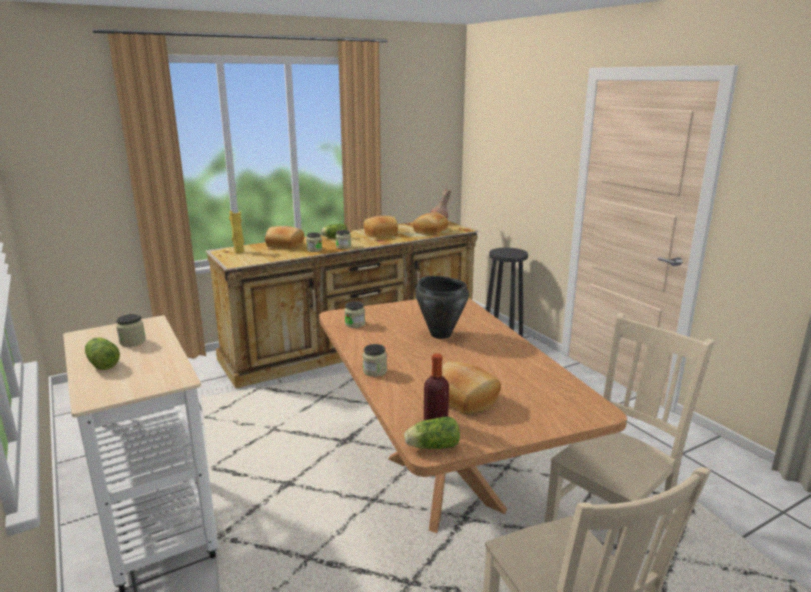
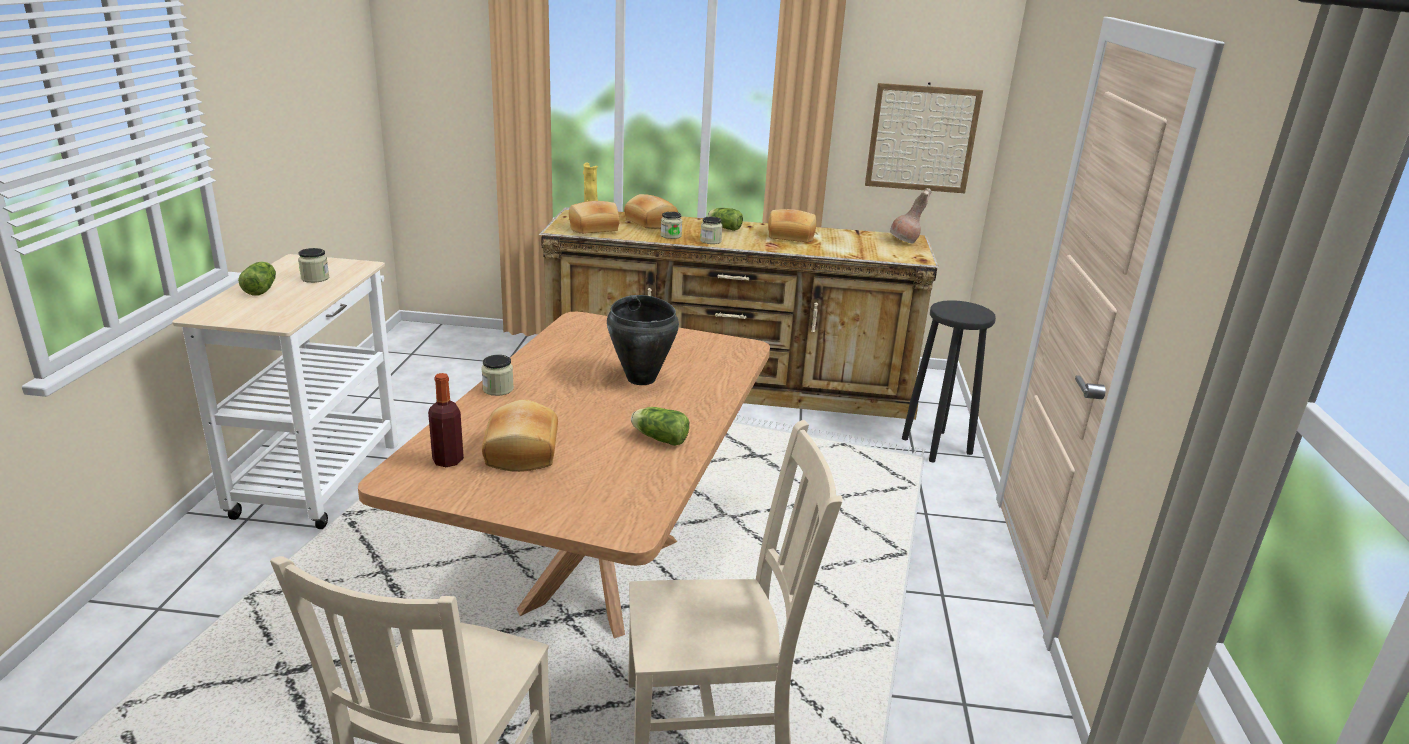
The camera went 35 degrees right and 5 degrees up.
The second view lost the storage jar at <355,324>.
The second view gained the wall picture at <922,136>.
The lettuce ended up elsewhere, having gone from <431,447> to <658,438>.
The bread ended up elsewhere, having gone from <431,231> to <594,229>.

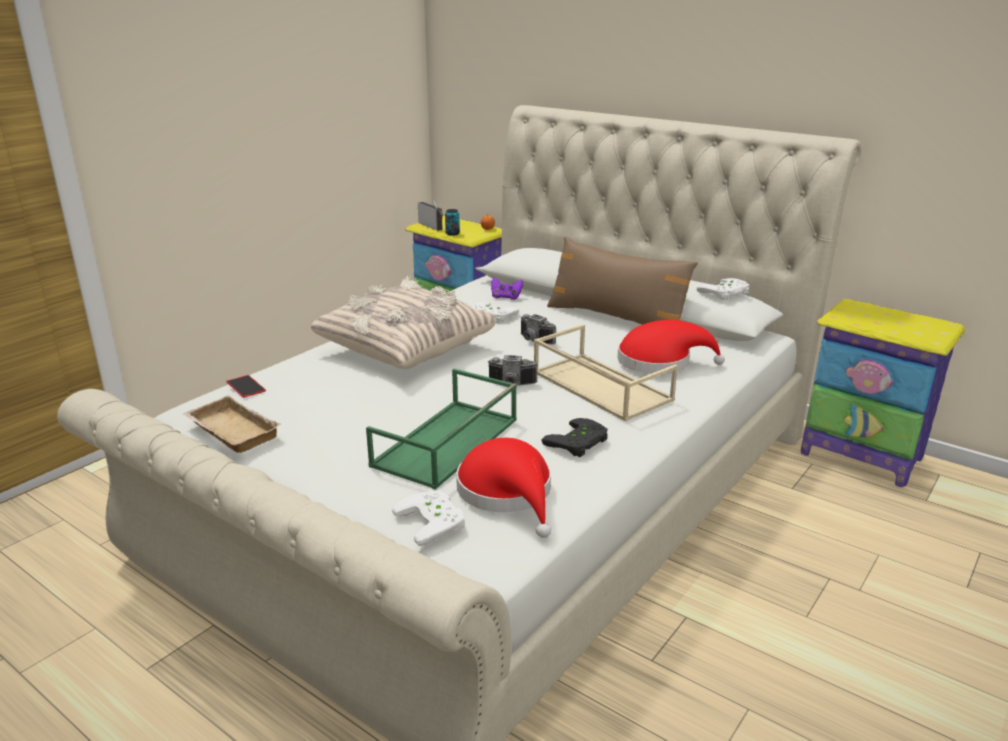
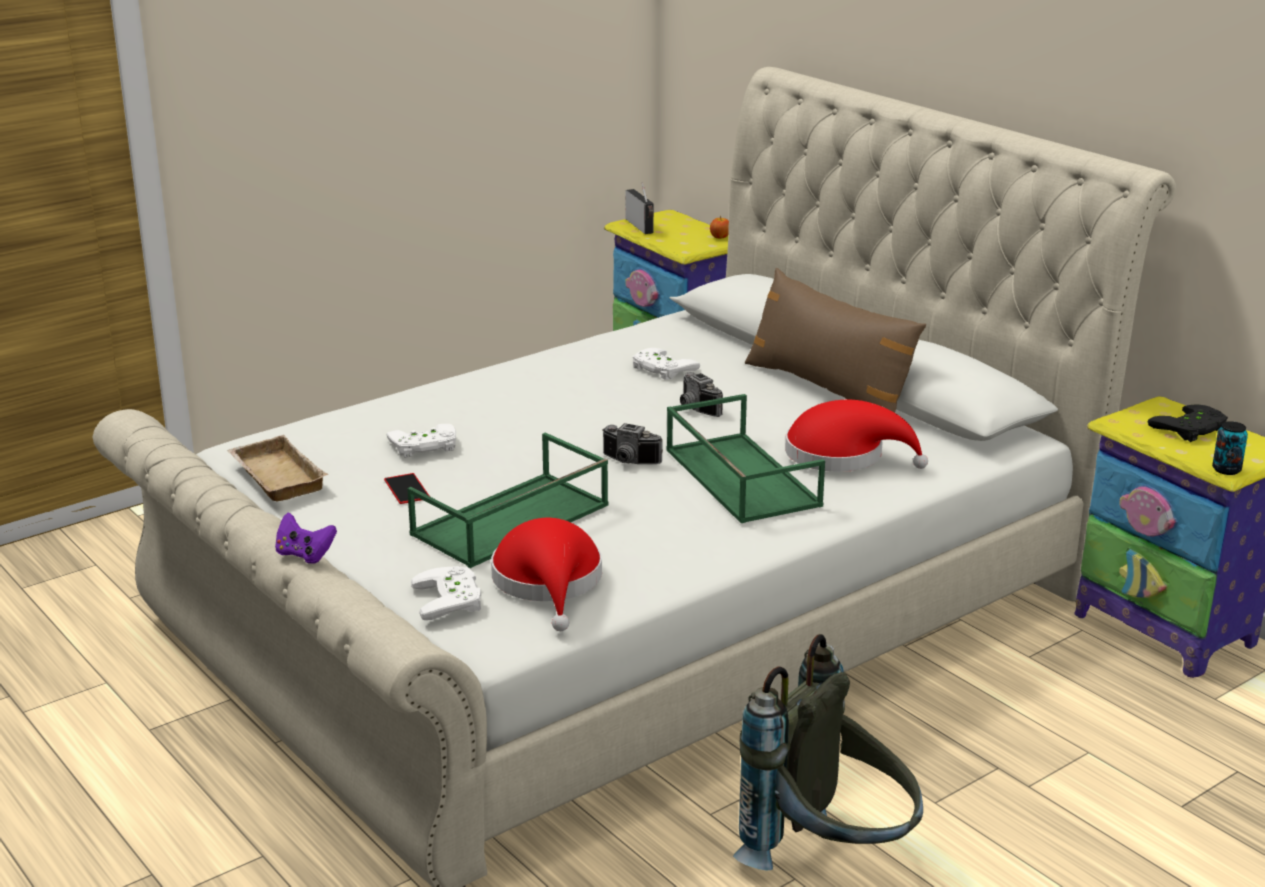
The camera went 15 degrees right and 0 degrees up.
The second view lost the sand-coloured pillow at <405,350>.
The second view gained the greyish knapsack at <830,858>.
The telephone ended up elsewhere, having gone from <245,386> to <406,489>.
The can ended up elsewhere, having gone from <452,234> to <1226,469>.
The purplish game controller ended up elsewhere, having gone from <506,297> to <304,555>.
The blackish game controller ended up elsewhere, having gone from <579,443> to <1192,429>.
The white-coloured game controller ended up elsewhere, having gone from <726,293> to <424,446>.
What was the sand-coloured tray at <599,386> turned into the greenish tray at <739,477>.

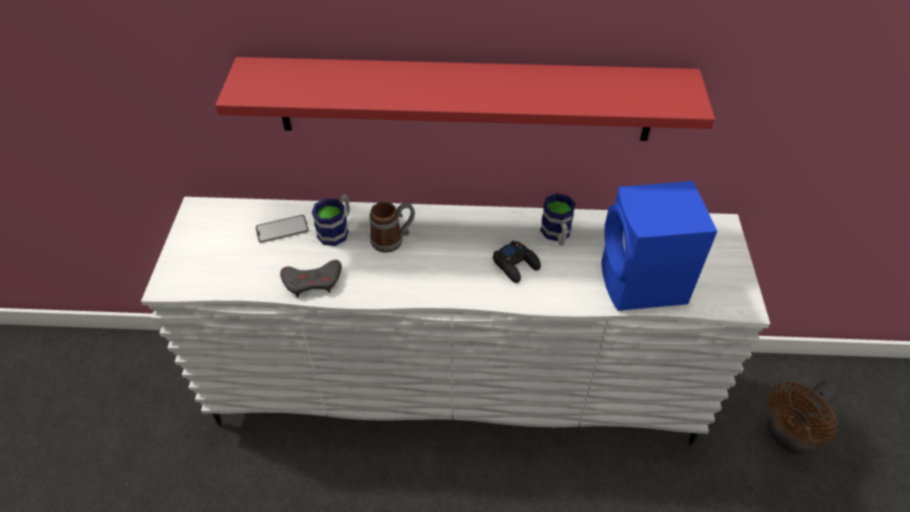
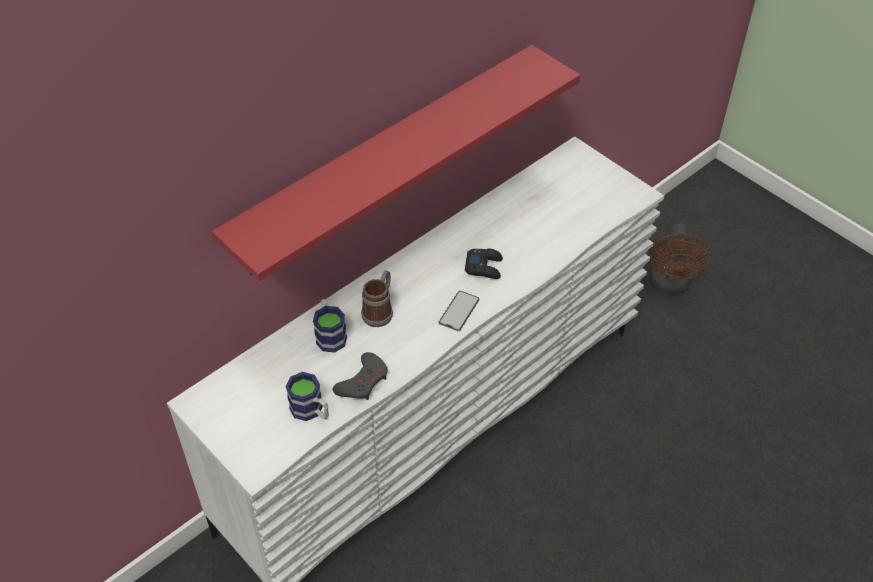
The camera went 45 degrees left and 0 degrees up.
The second view lost the blue loudspeaker at <642,285>.
The telephone ended up elsewhere, having gone from <282,229> to <459,311>.
The tea mug ended up elsewhere, having gone from <557,235> to <311,411>.

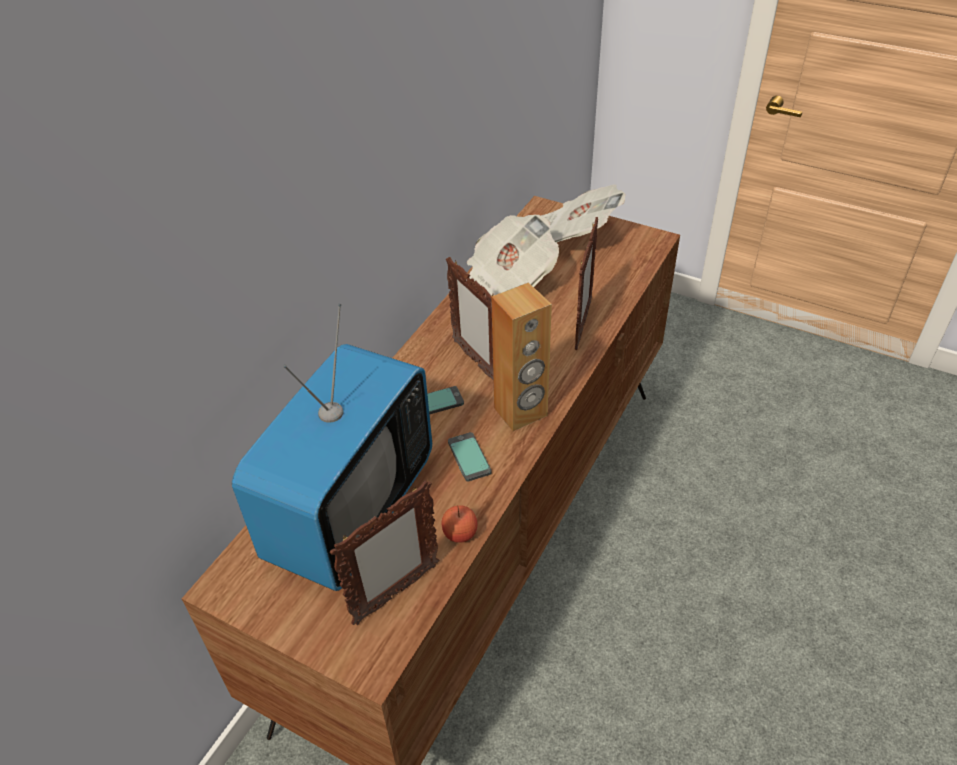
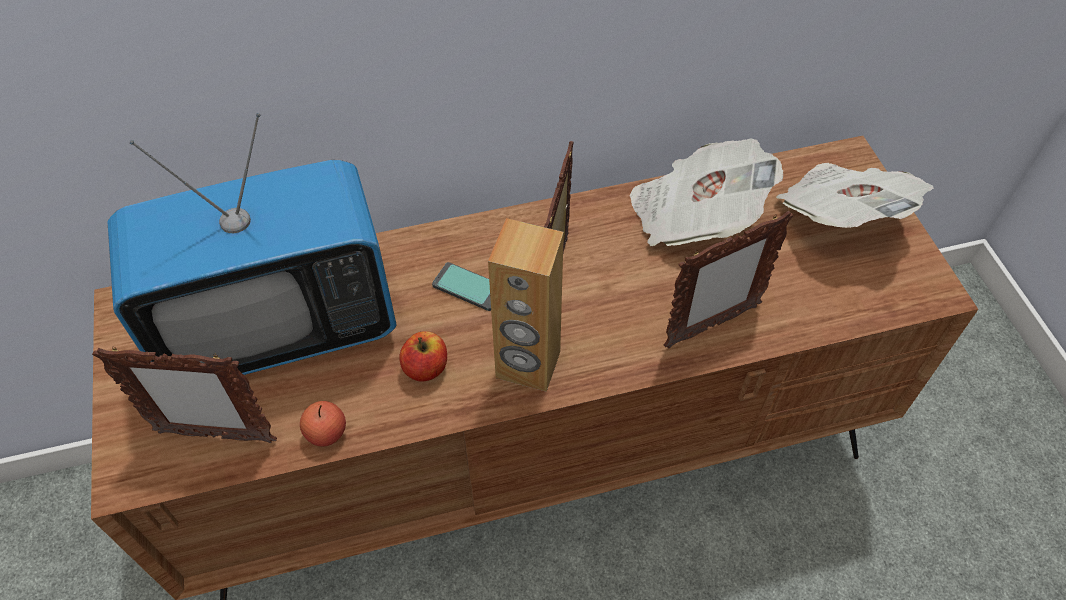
The camera went 45 degrees right and 10 degrees up.
Where the telephone stood at <469,457>, the apple fruit came to stand at <426,367>.

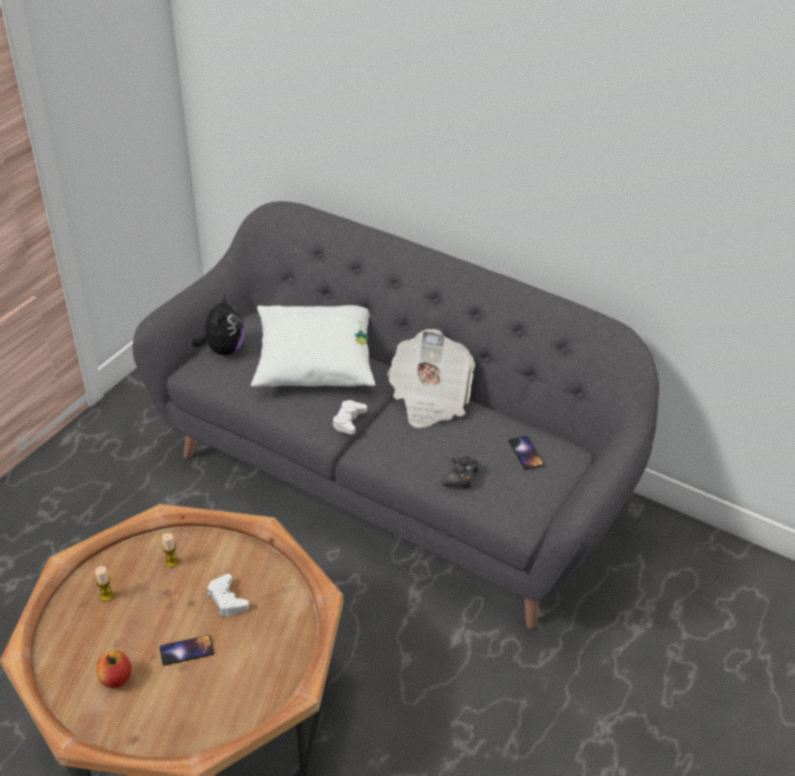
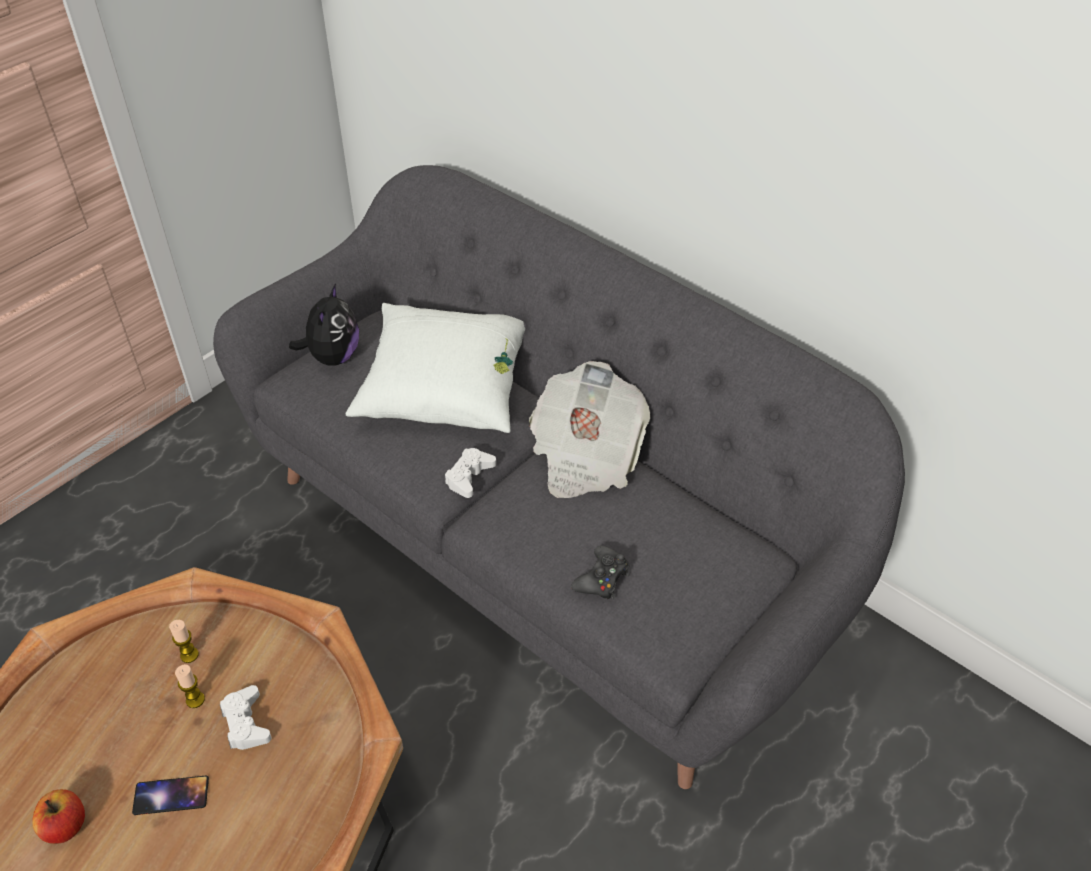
The camera went 10 degrees right and 5 degrees up.
The second view lost the telephone at <526,453>.
The wax light ended up elsewhere, having gone from <106,596> to <195,700>.

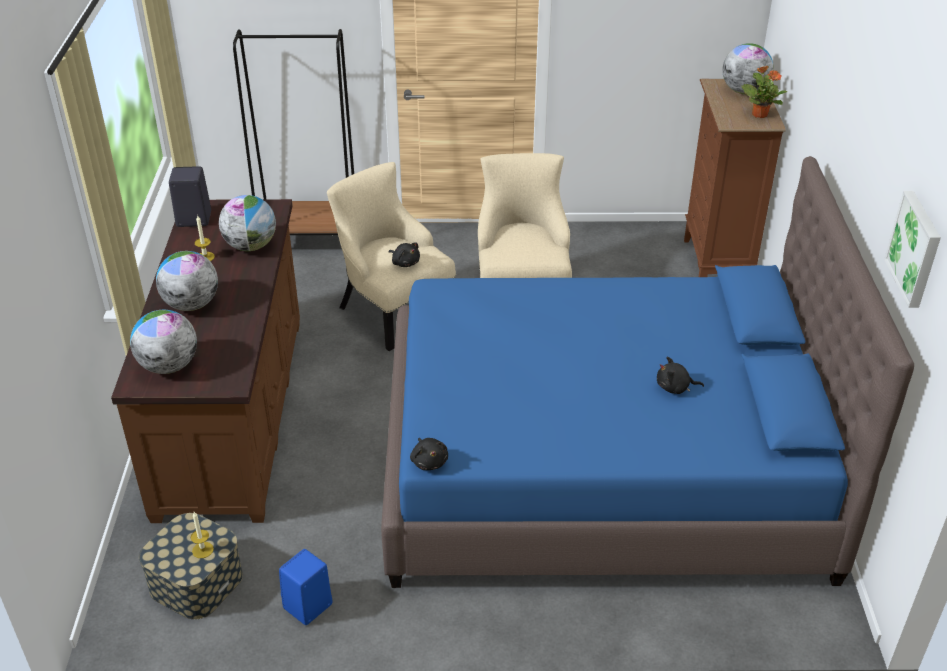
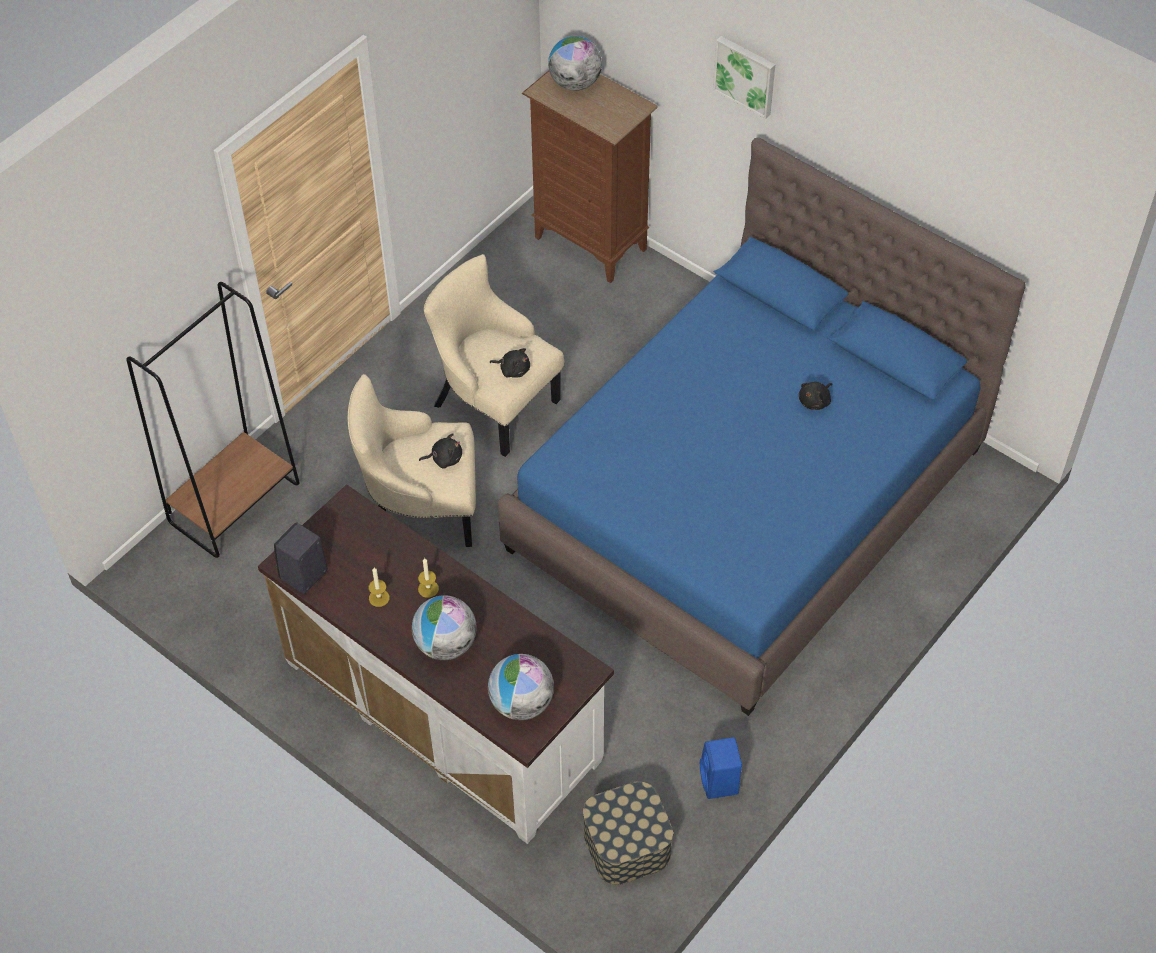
The camera went 50 degrees left and 15 degrees up.
The second view lost the desk globe at <251,246>.
The second view lost the potted plant at <759,114>.
The wax light ended up elsewhere, having gone from <202,550> to <428,589>.
The blackish cuddly toy ended up elsewhere, having gone from <429,461> to <513,369>.
The wall picture ended up elsewhere, having gone from <916,248> to <745,75>.
What was the brown cabinet at <234,413> turned into the white-coloured cabinet at <441,710>.

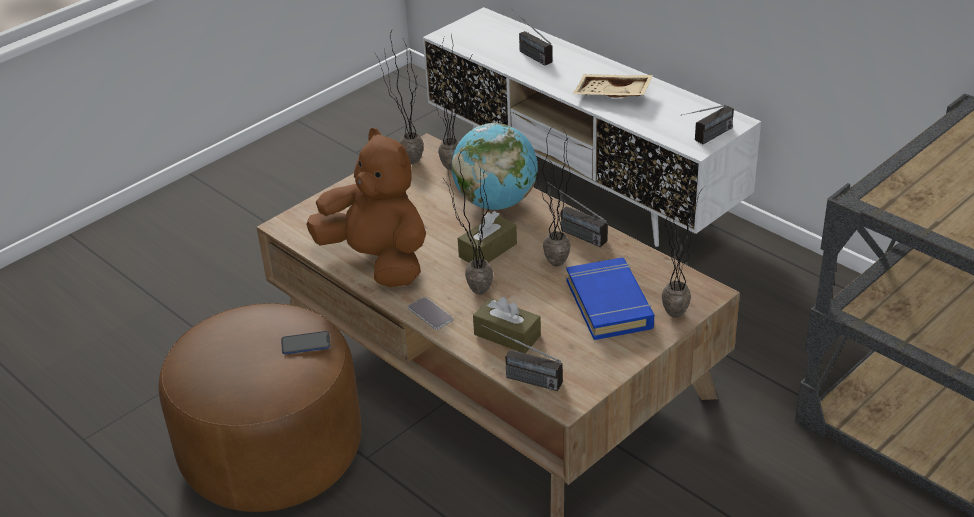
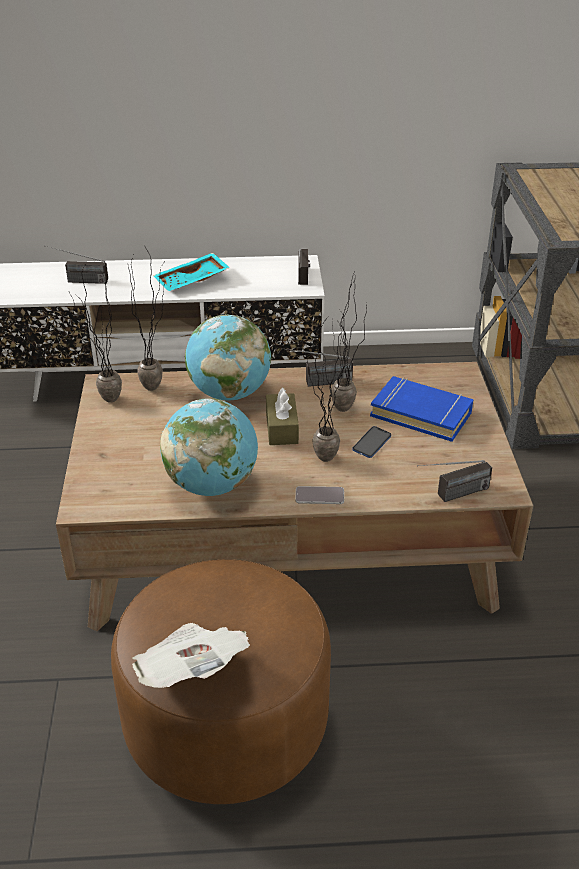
The camera went 50 degrees left and 0 degrees up.
The second view lost the brown box of tissues at <507,335>.
The second view lost the potted plant at <678,308>.
The second view gained the newspaper at <191,673>.
The telephone ended up elsewhere, having gone from <306,344> to <372,443>.
Where the brown cuddly toy stood at <377,260>, the desk globe came to stand at <212,485>.
What was the sand-coloured tray at <612,95> turned into the turquoise-coloured tray at <192,281>.

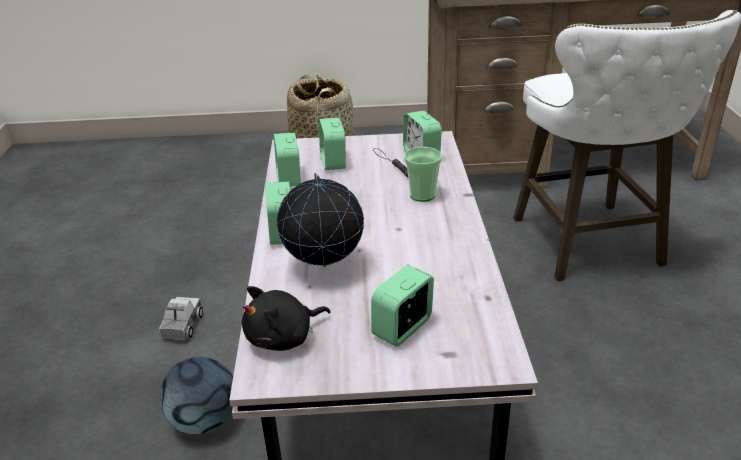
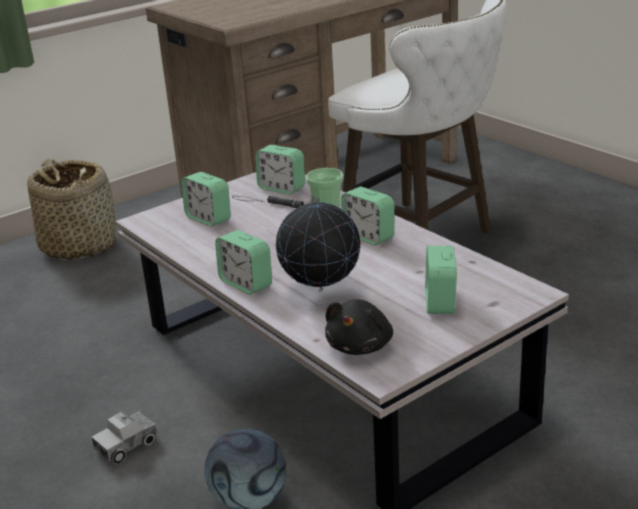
The camera went 35 degrees left and 5 degrees down.
The alarm clock ended up elsewhere, having gone from <289,178> to <368,236>.
The toy lorry at <182,326> ended up facing another way, 105 degrees counterclockwise from before.

